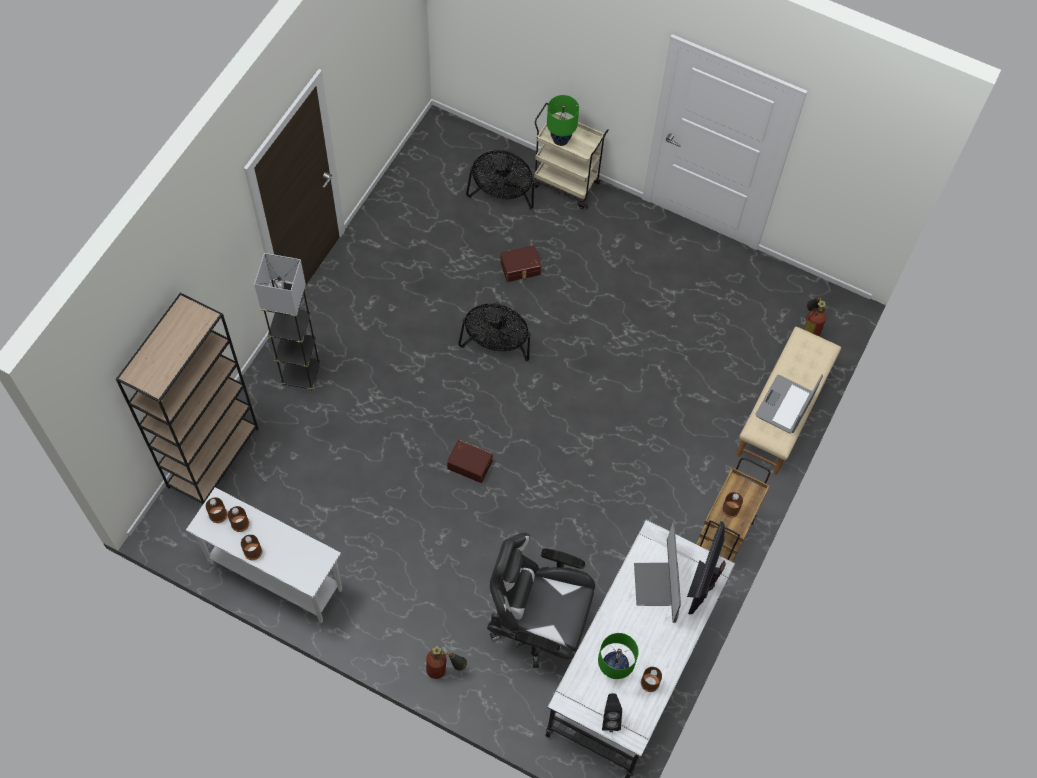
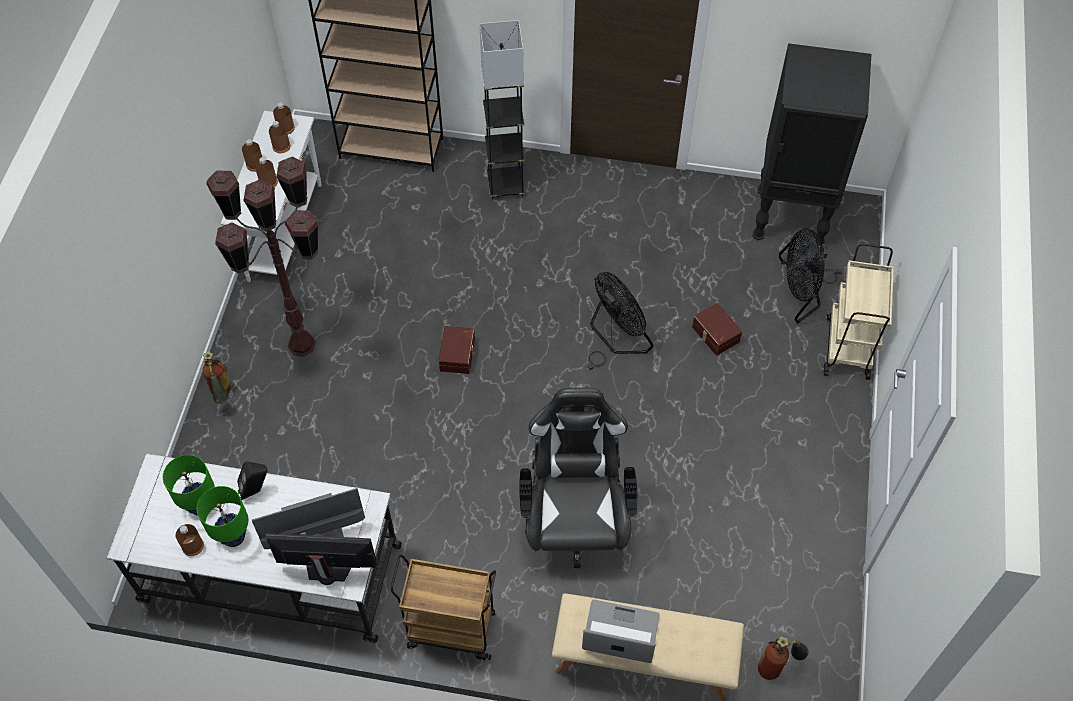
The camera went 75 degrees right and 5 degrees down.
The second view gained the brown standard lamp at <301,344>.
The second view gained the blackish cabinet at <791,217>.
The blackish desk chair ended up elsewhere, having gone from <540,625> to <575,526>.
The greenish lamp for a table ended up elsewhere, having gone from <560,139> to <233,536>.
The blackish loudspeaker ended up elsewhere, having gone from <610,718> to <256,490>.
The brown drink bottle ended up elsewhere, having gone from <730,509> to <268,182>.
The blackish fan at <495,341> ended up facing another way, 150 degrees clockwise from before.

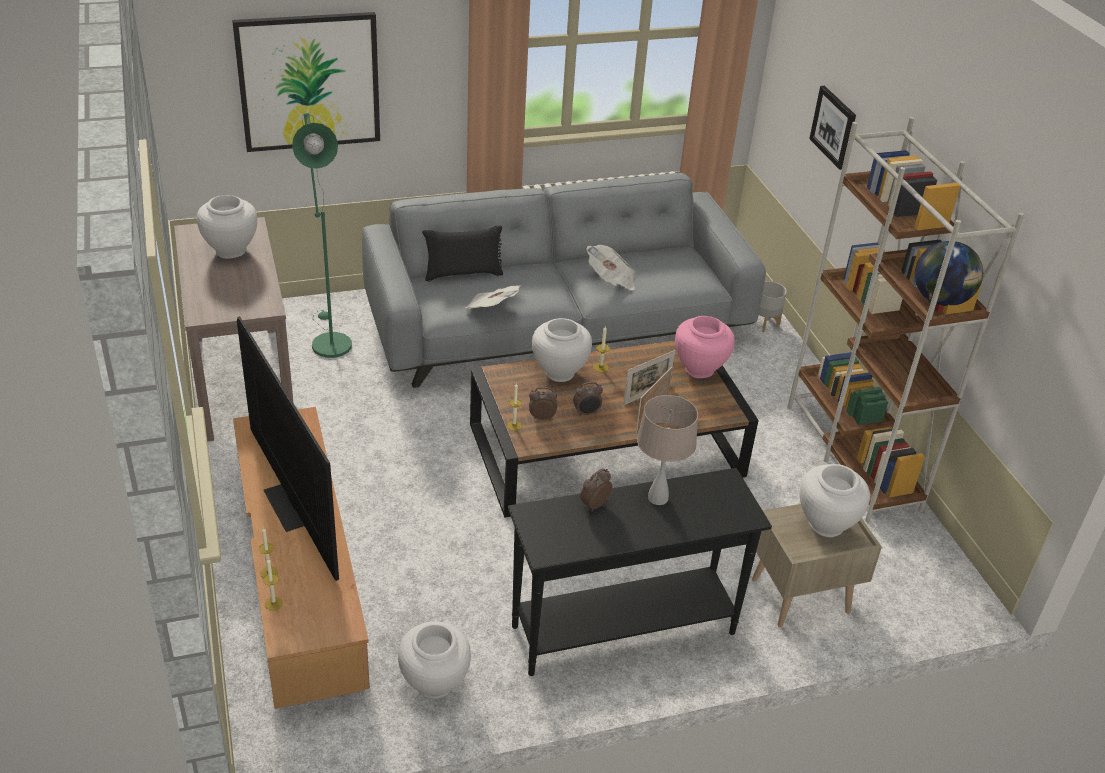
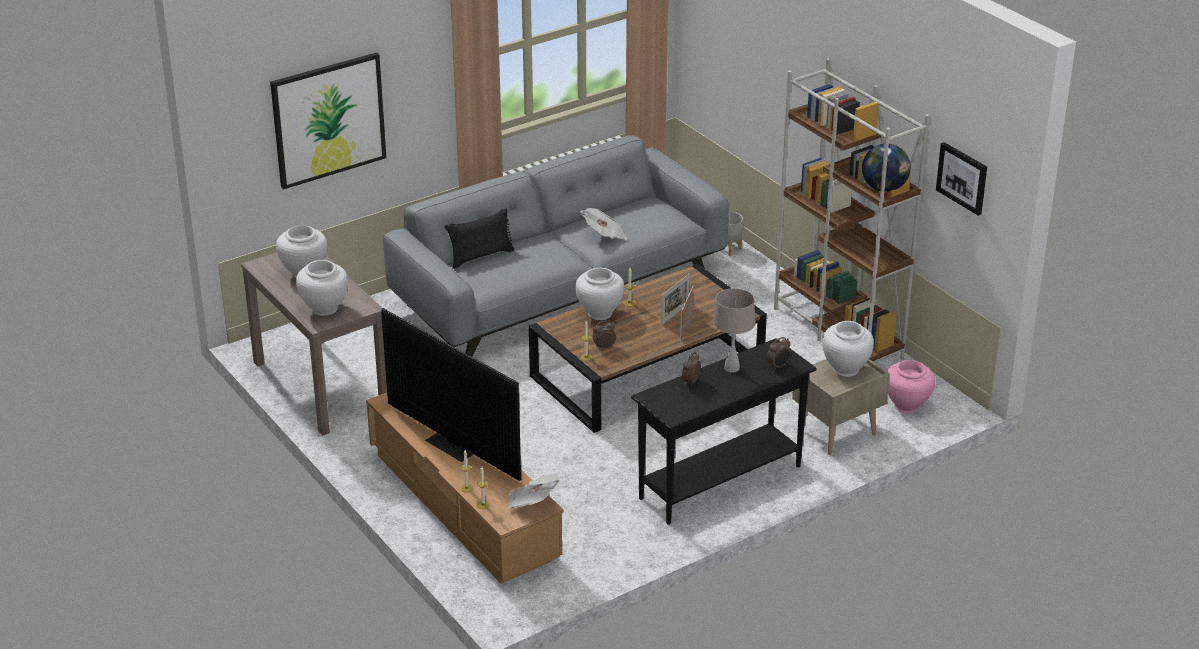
The camera went 15 degrees left and 5 degrees down.
The second view lost the greenish standard lamp at <329,341>.
The white-coloured vase ended up elsewhere, having gone from <434,684> to <324,308>.
The newspaper ended up elsewhere, having gone from <492,309> to <532,502>.
The alarm clock ended up elsewhere, having gone from <587,413> to <778,366>.
The pinkish vase ended up elsewhere, having gone from <699,369> to <907,406>.
The wall picture ended up elsewhere, having gone from <834,127> to <962,178>.

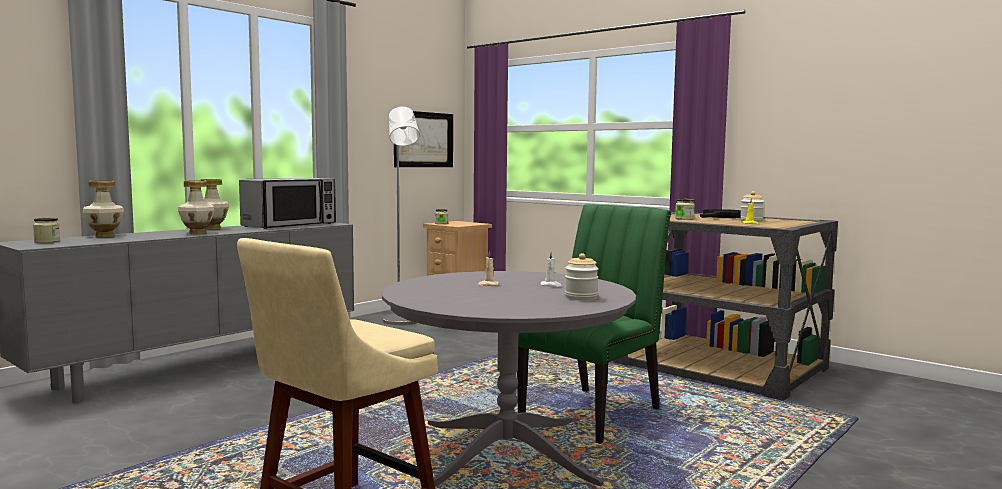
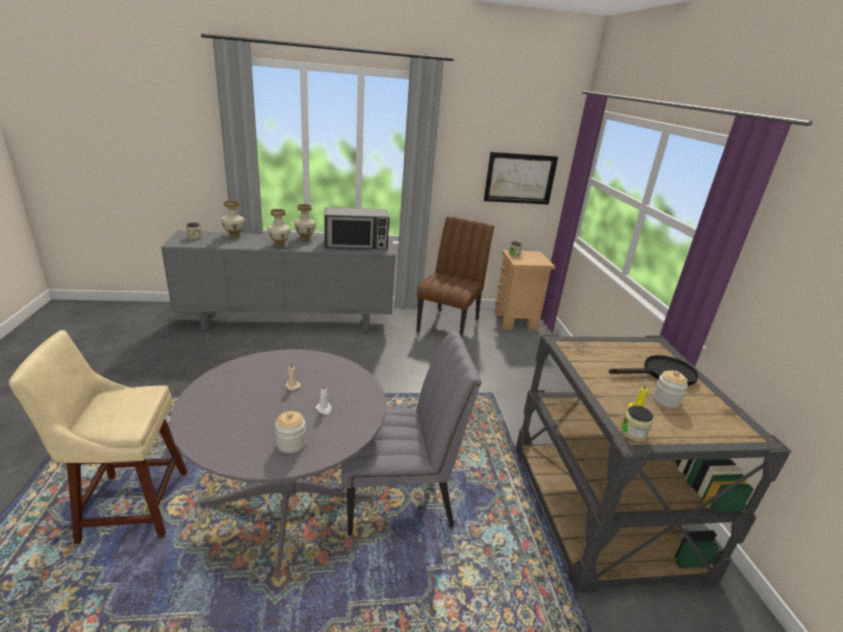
The camera went 40 degrees right and 20 degrees up.
The storage jar ended up elsewhere, having gone from <684,219> to <633,433>.
Where the greyish standard lamp stood at <402,322>, the brown plain chair came to stand at <448,326>.
What was the greenish plain chair at <591,415> turned into the greyish plain chair at <396,500>.

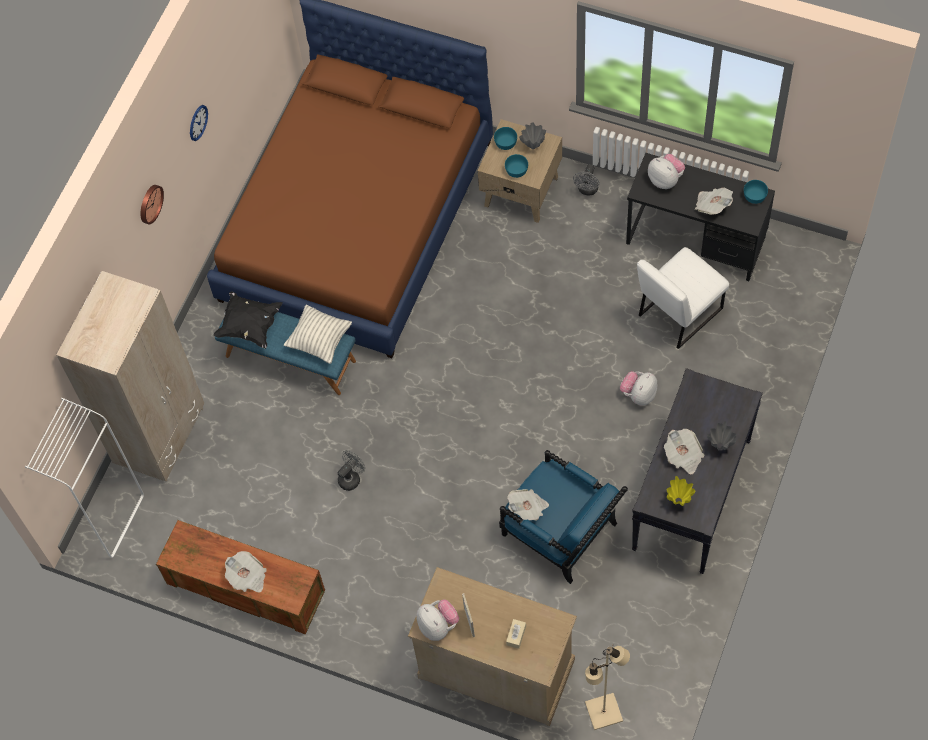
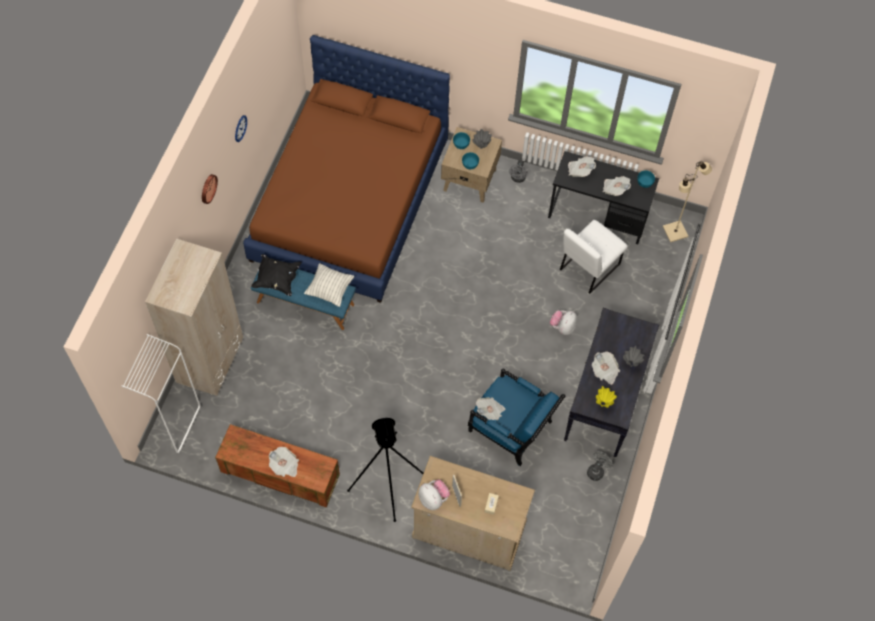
The camera went 10 degrees left and 0 degrees up.
The second view gained the blackish standard lamp at <387,483>.
The greyish fan ended up elsewhere, having gone from <351,477> to <597,470>.
The sand-coloured standard lamp ended up elsewhere, having gone from <603,711> to <675,231>.
Where the cuddly toy stood at <665,179>, the newspaper came to stand at <580,170>.

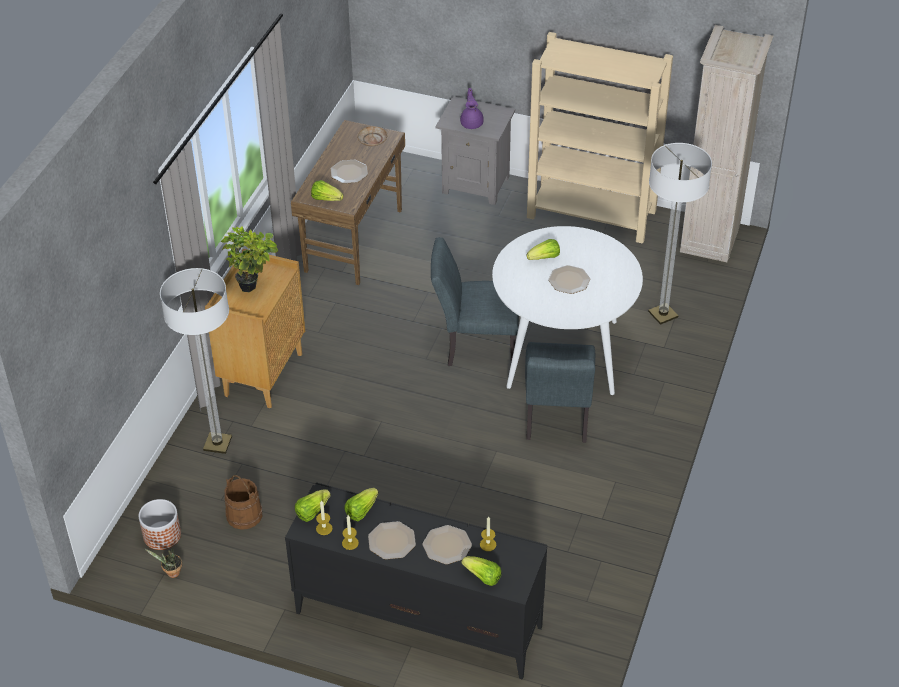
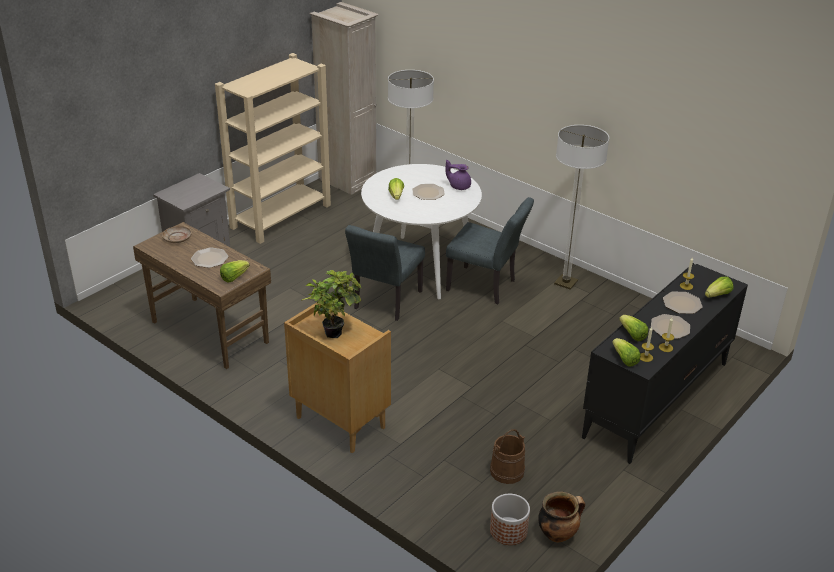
The camera went 70 degrees left and 10 degrees down.
The standard lamp ended up elsewhere, having gone from <217,444> to <566,283>.
The purplish teapot ended up elsewhere, having gone from <472,123> to <459,186>.
Where the potted plant stood at <171,573>, the saucepot came to stand at <558,534>.

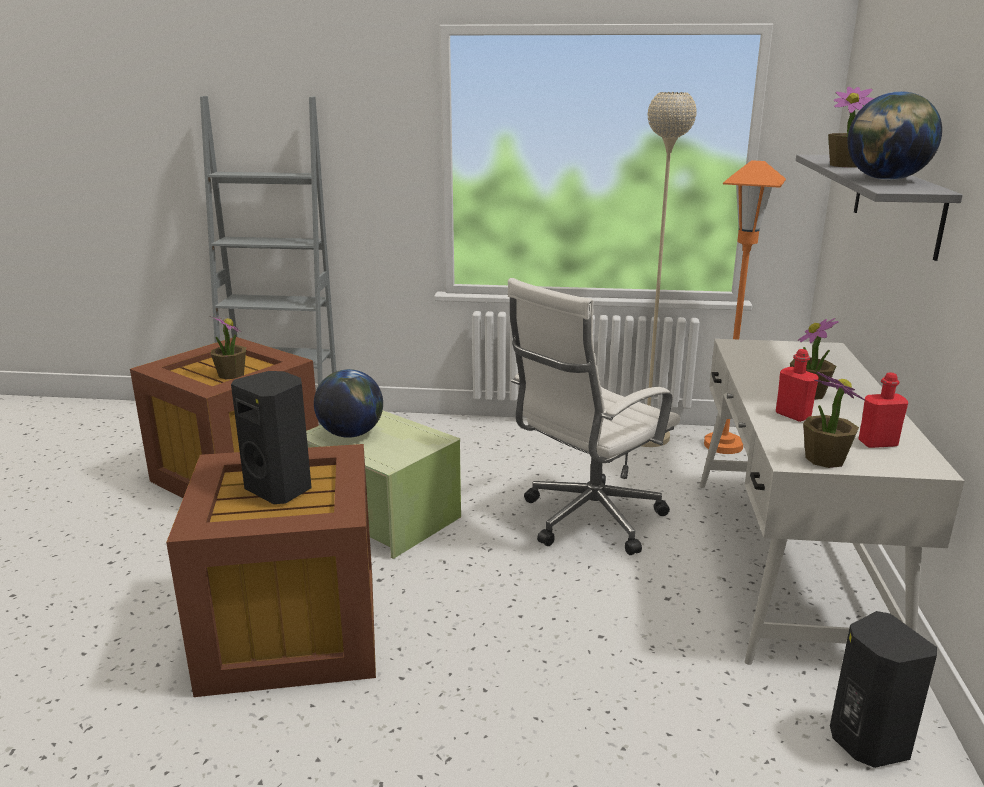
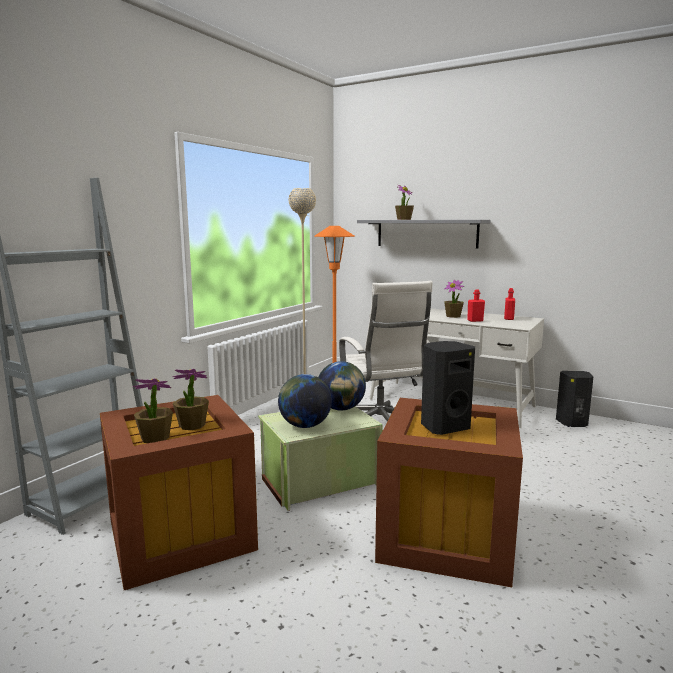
The camera went 65 degrees left and 10 degrees down.
The potted plant ended up elsewhere, having gone from <824,459> to <155,438>.
The desk globe ended up elsewhere, having gone from <886,179> to <341,409>.

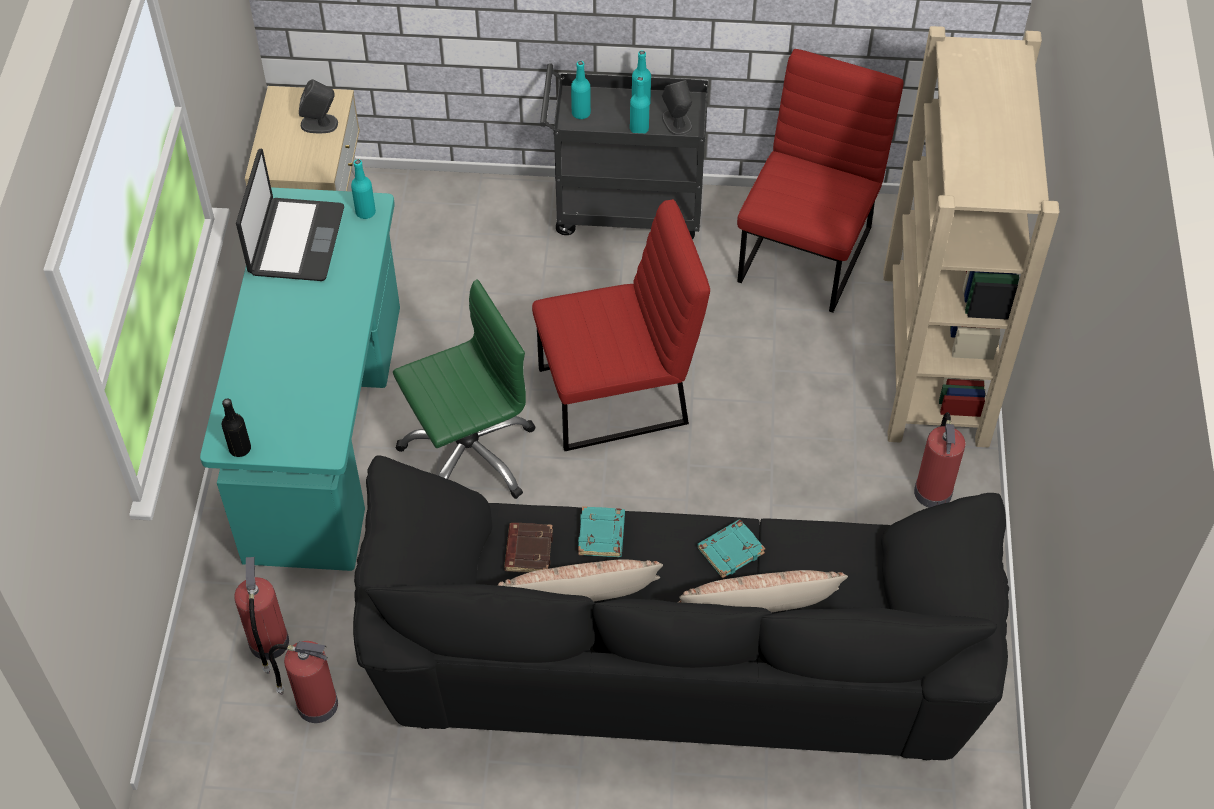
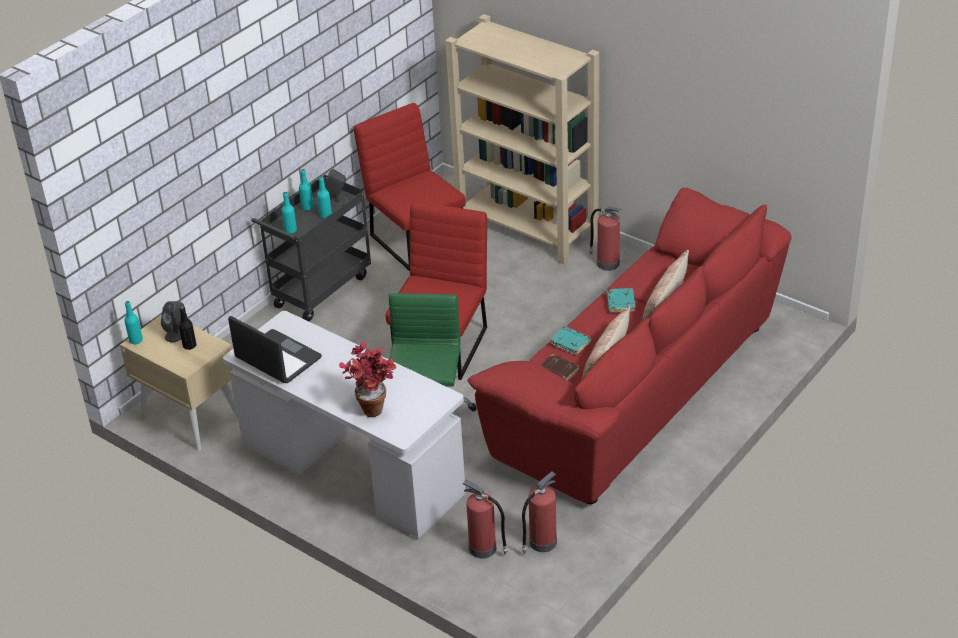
The camera went 55 degrees left and 15 degrees down.
The second view gained the potted plant at <372,406>.
The blackish drink bottle ended up elsewhere, having gone from <240,449> to <189,346>.
The turquoise-coloured drink bottle ended up elsewhere, having gone from <365,212> to <136,340>.
What was the turquoise-coloured desk unit at <324,430> turned into the white-coloured desk unit at <352,470>.
What was the blackish sofa at <674,668> turned into the red sofa at <635,394>.

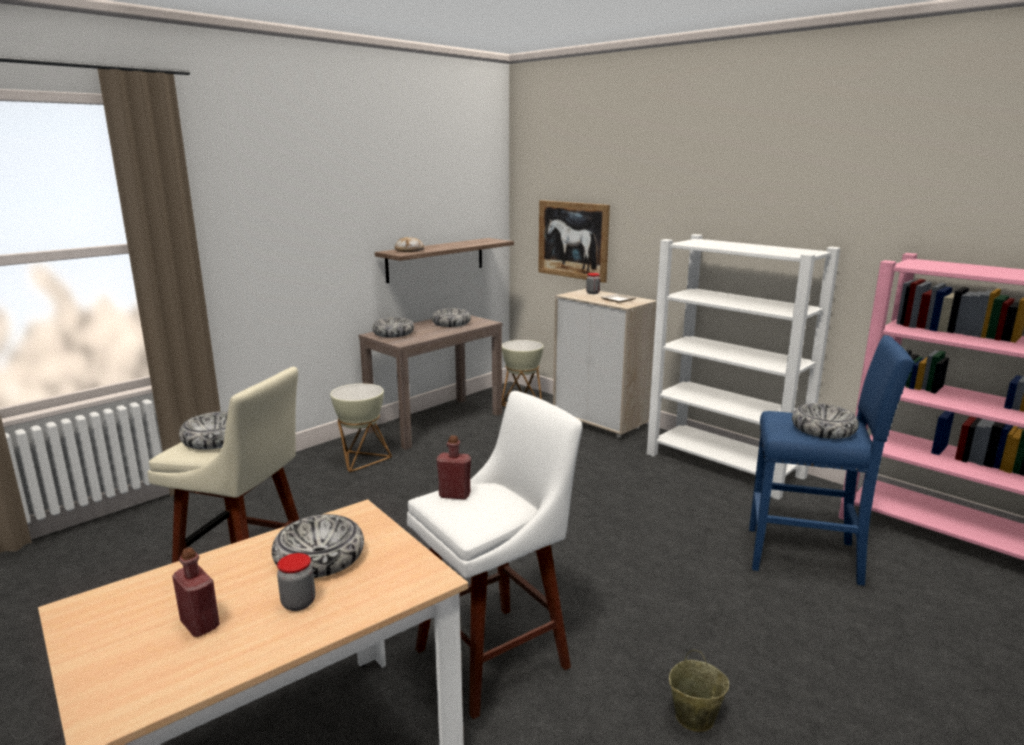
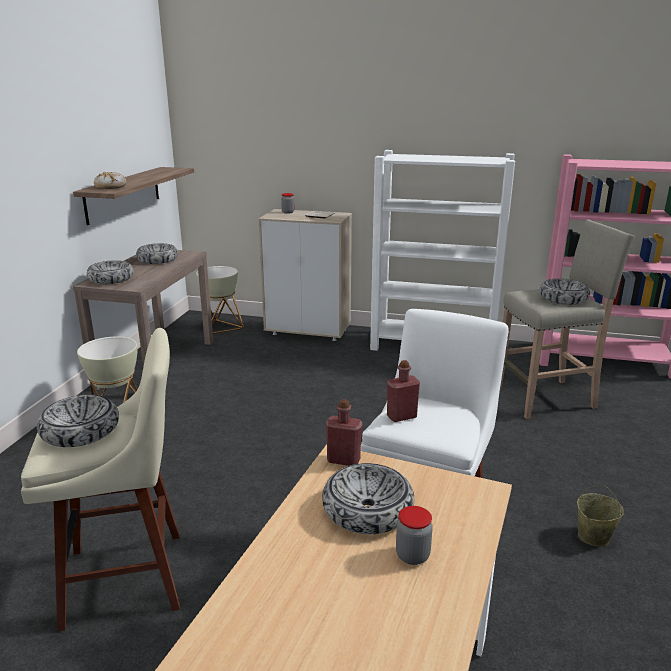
The camera went 30 degrees left and 5 degrees up.
The second view lost the wall picture at <573,240>.
The red drink bottle ended up elsewhere, having gone from <200,624> to <343,460>.
What was the blue sitting stool at <806,556> turned into the sand-coloured sitting stool at <547,398>.

